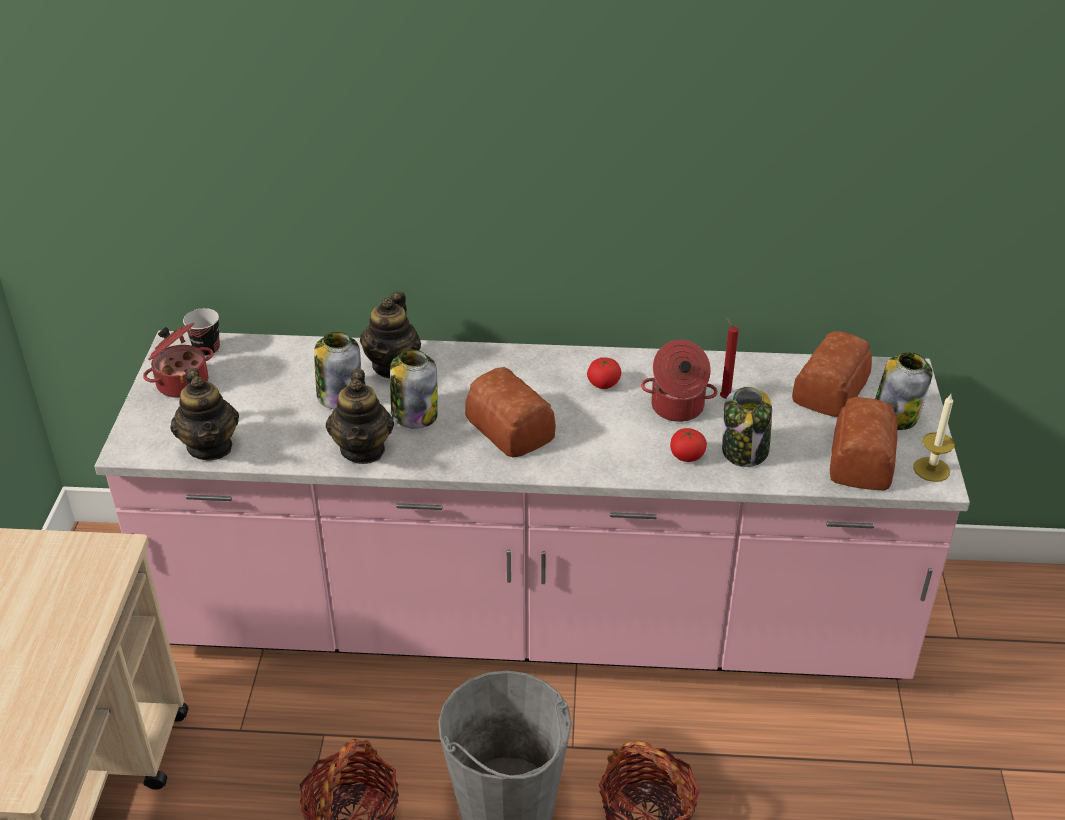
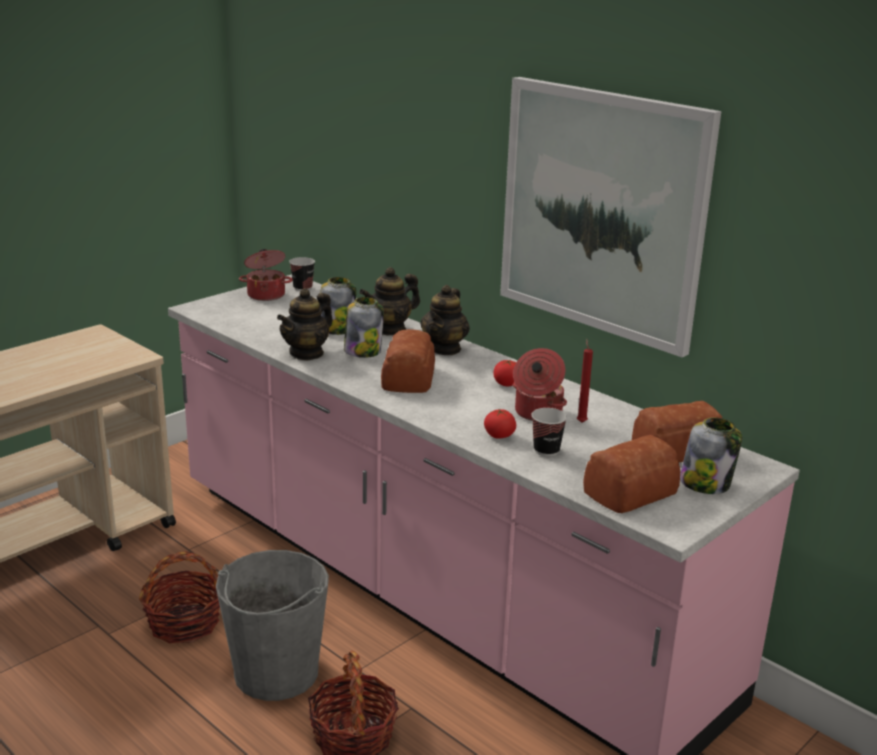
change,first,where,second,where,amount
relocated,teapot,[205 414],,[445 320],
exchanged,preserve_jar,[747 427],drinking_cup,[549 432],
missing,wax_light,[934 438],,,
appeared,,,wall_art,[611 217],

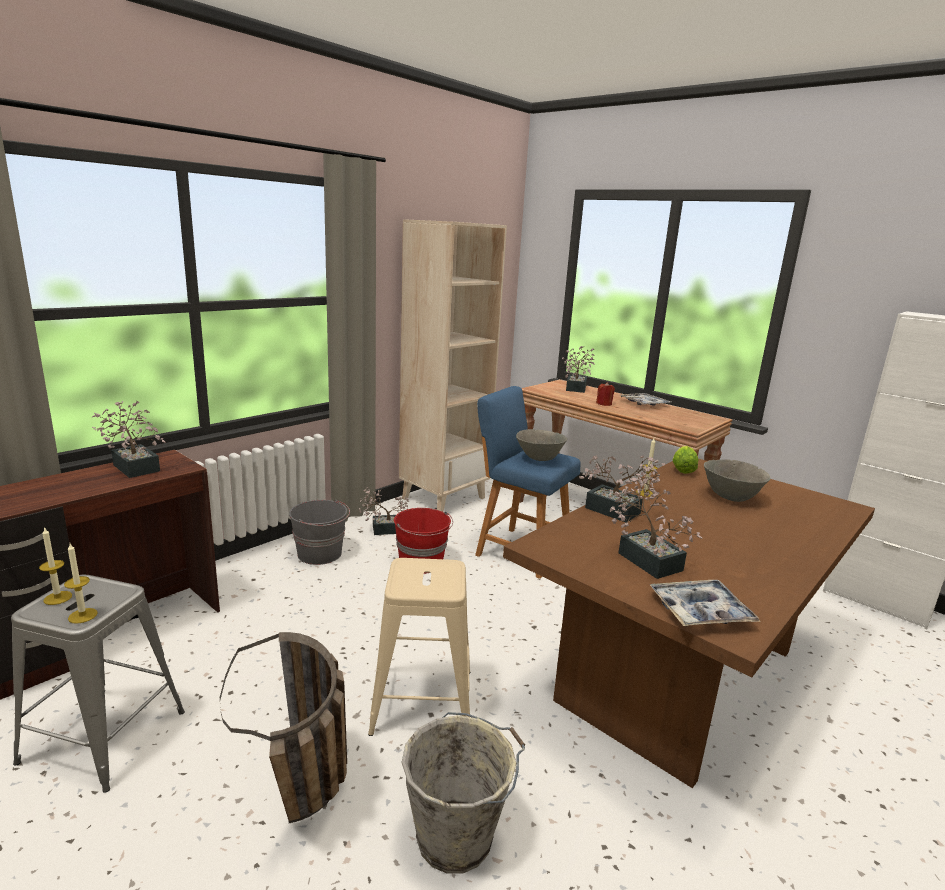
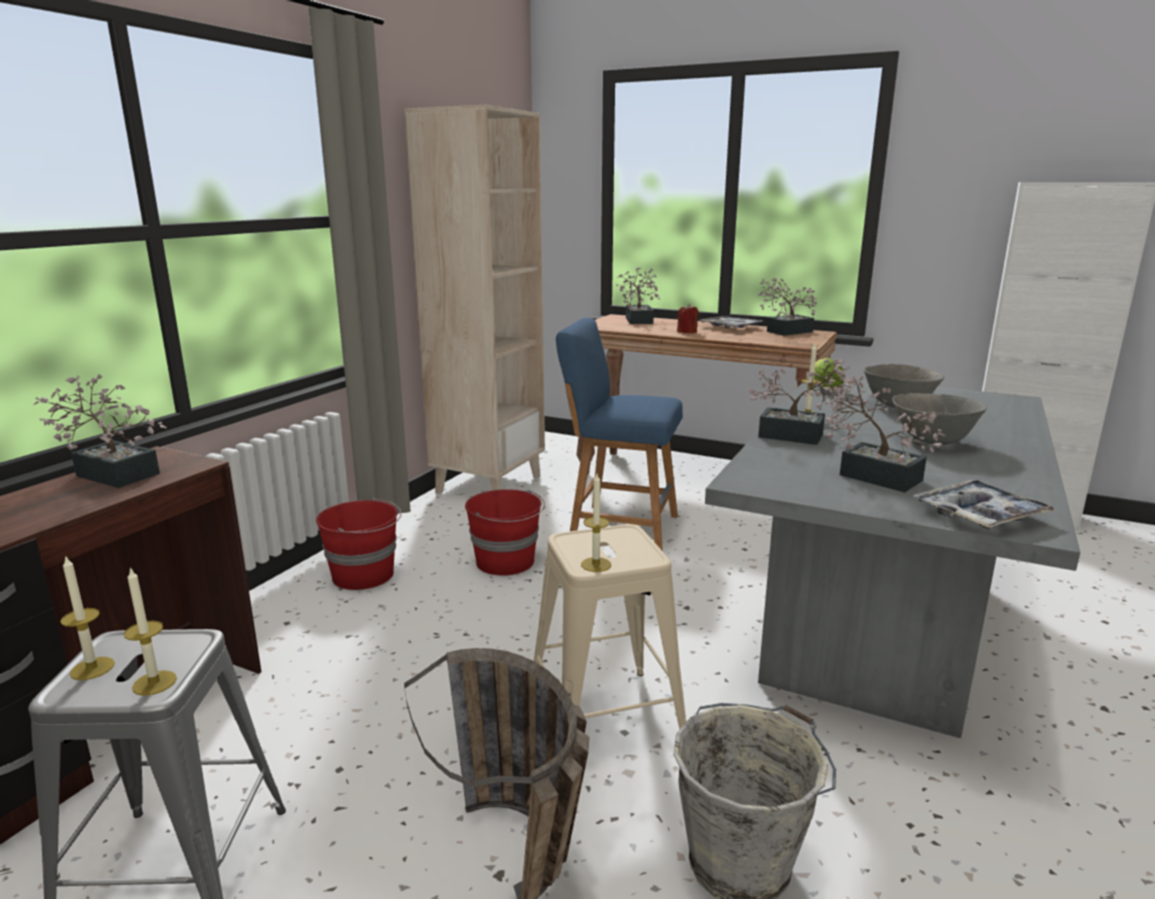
change,first,where,second,where,amount
colour,grey_water_bucket,[319 532],red-coloured_water_bucket,[359 544],
relocated,potted_plant,[384 511],,[787 306],
colour,brown_kitchen_table,[689 623],grey_kitchen_table,[892 557],
relocated,grey_serving_bowl,[541 445],,[939 419],
appeared,,,wax_light,[596 523],

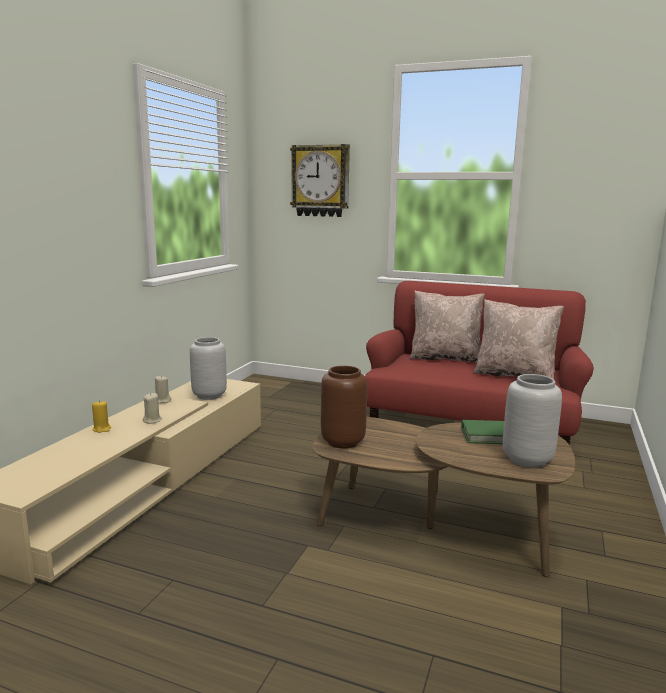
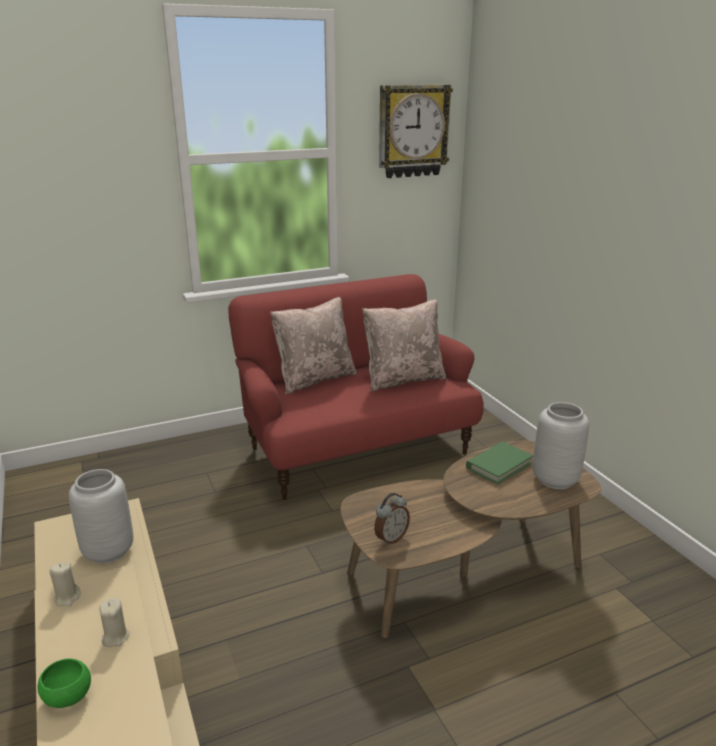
change,first,where,second,where,amount
exchanged,yellow-coloured_wax_light,[101 416],green-coloured_serving_bowl,[64 683],
relocated,hanging_clock,[320 180],,[416 131],
exchanged,brown_vase,[344 407],table_clock,[392 519],

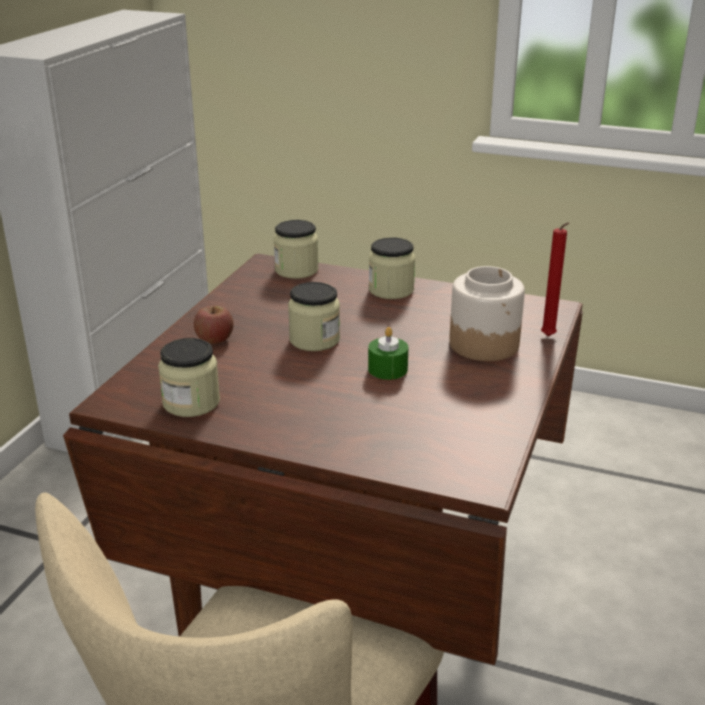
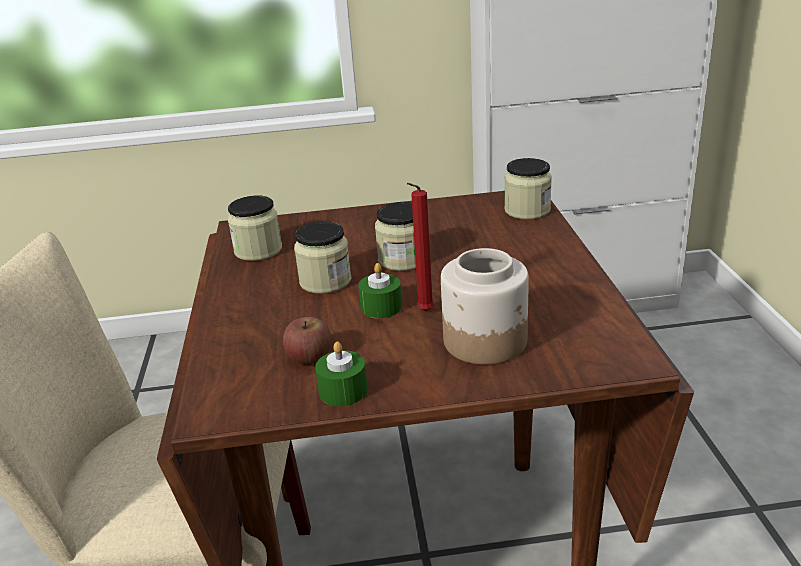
change,first,where,second,where,amount
relocated,apple,[214 325],,[307 340],
relocated,preserve_jar,[392 268],,[322 258],
relocated,red-coloured_wax_light,[555 279],,[420 247],
appeared,,,green-coloured_wax_light,[341 373],

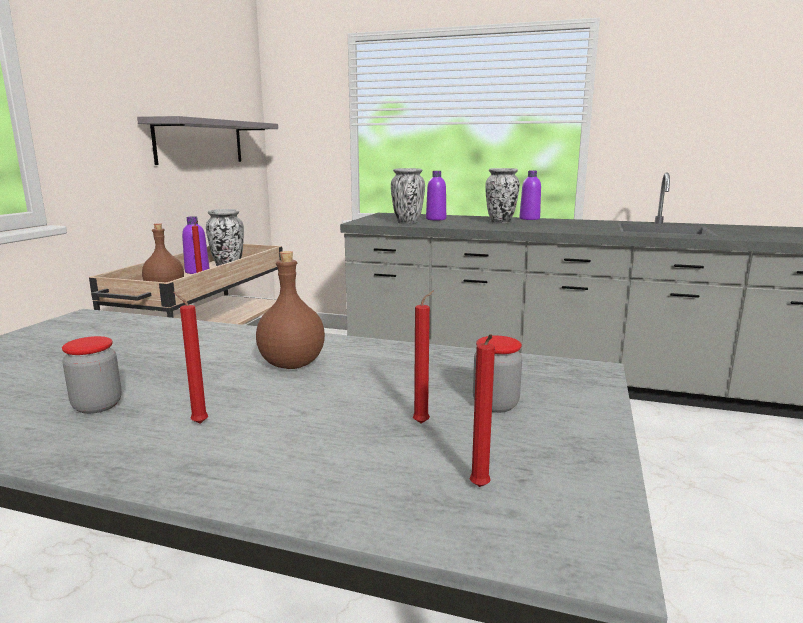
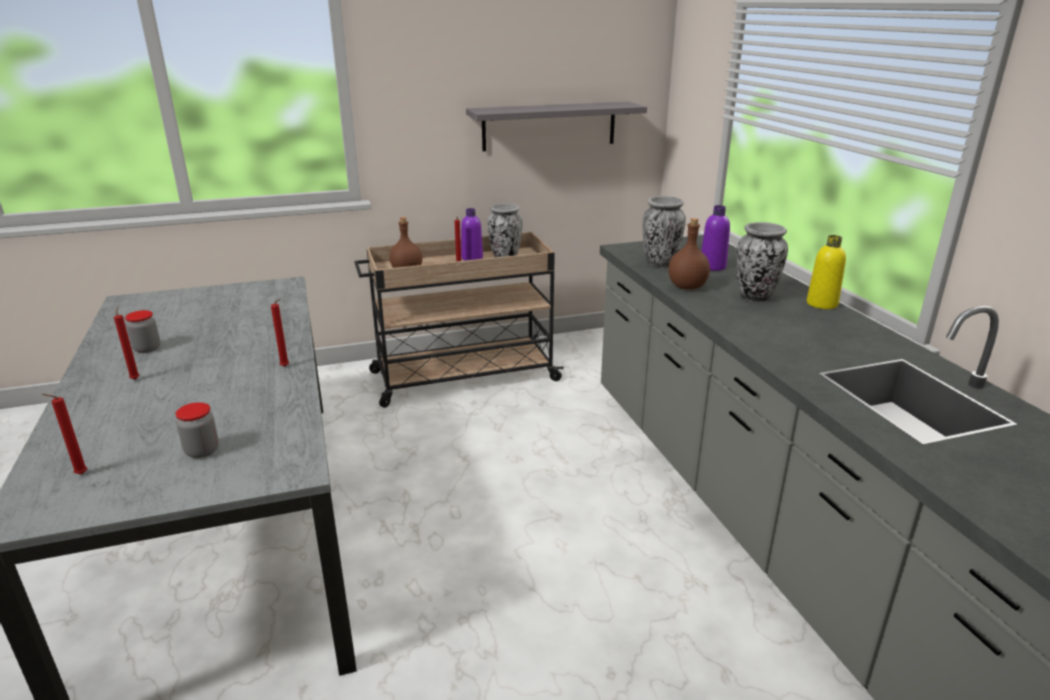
change,first,where,second,where,amount
relocated,brown_bottle,[290 310],,[689 254],
relocated,red-coloured_wax_light,[423 357],,[280 333],
colour,purple-coloured_bottle,[530 195],yellow-coloured_bottle,[826 272],

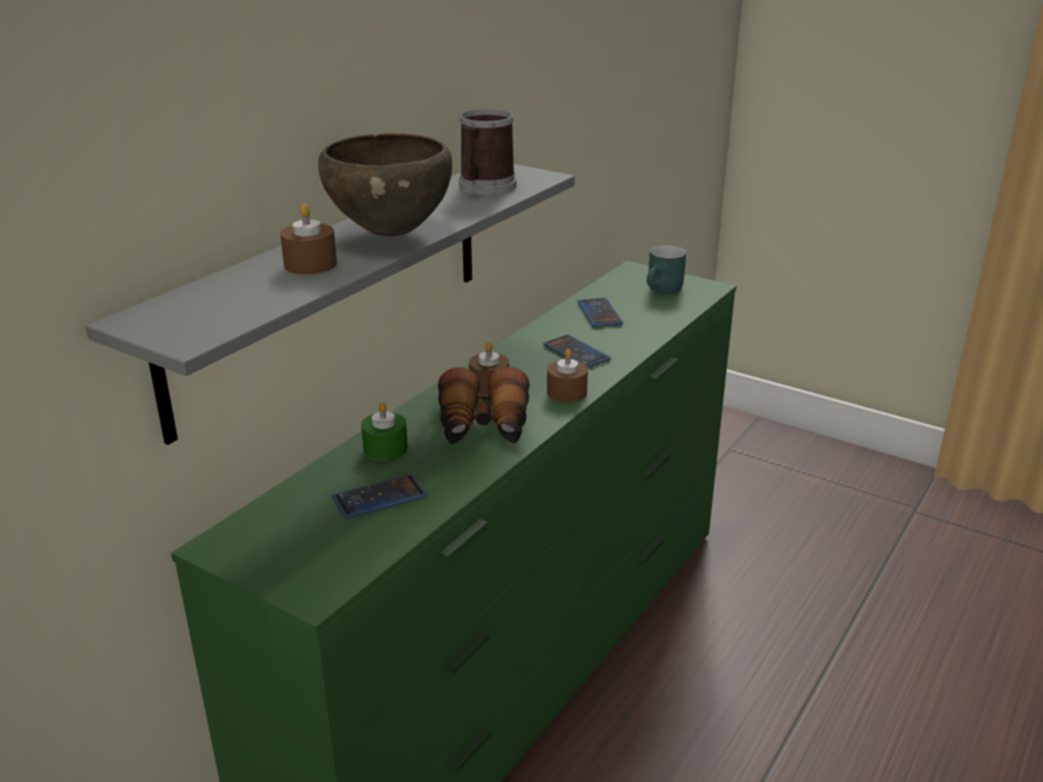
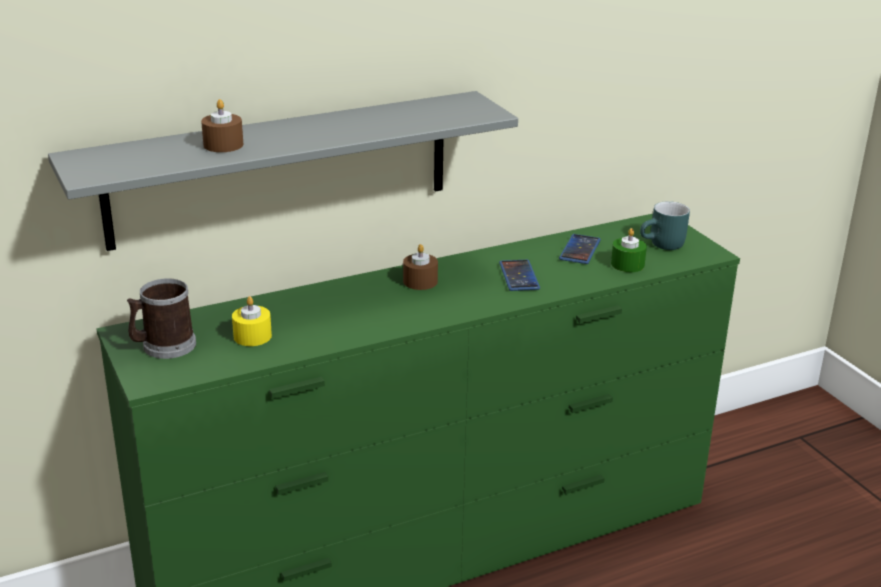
change,first,where,second,where,amount
missing,brown_serving_bowl,[385 185],,,
exchanged,phone,[379 496],yellow-coloured_wax_light,[252 321],
relocated,green-coloured_wax_light,[384 431],,[629 250],
missing,field_glasses,[484 405],,,
relocated,tea_mug,[487 152],,[161 318],
missing,brown_wax_light,[567 376],,,

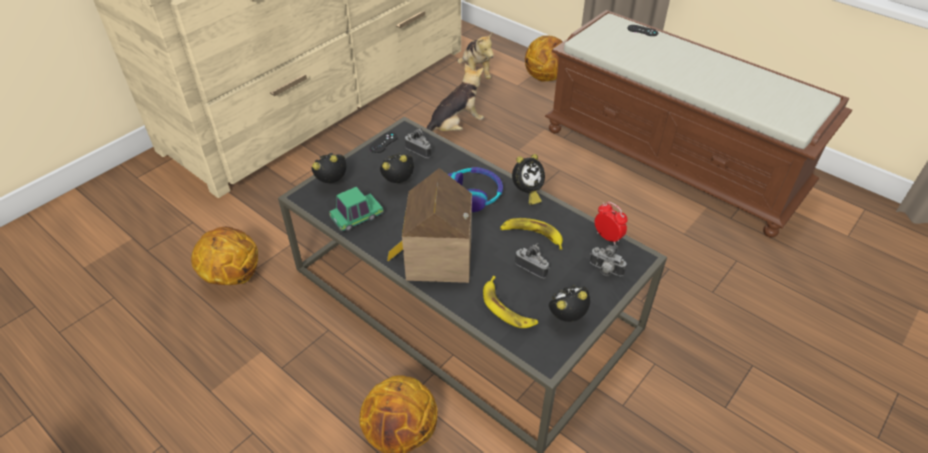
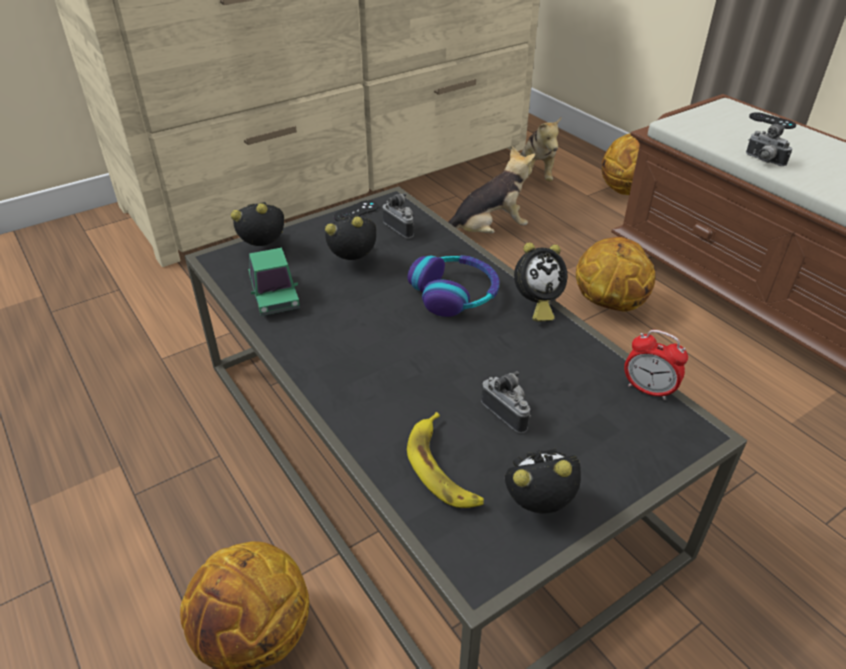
change,first,where,second,where,amount
relocated,basketball,[224 256],,[615 274],
spun,toy_car,[356 209],,[274 282],90 degrees clockwise
missing,miniature_house,[429 225],,,
missing,banana_fruit,[531 234],,,
relocated,still_camera,[608 260],,[769 145],
spun,table_clock,[611 223],,[656 365],150 degrees clockwise

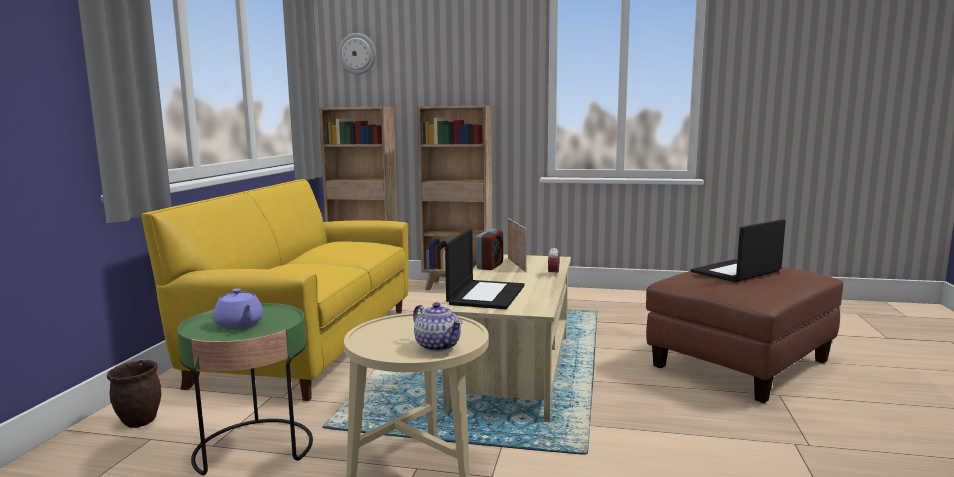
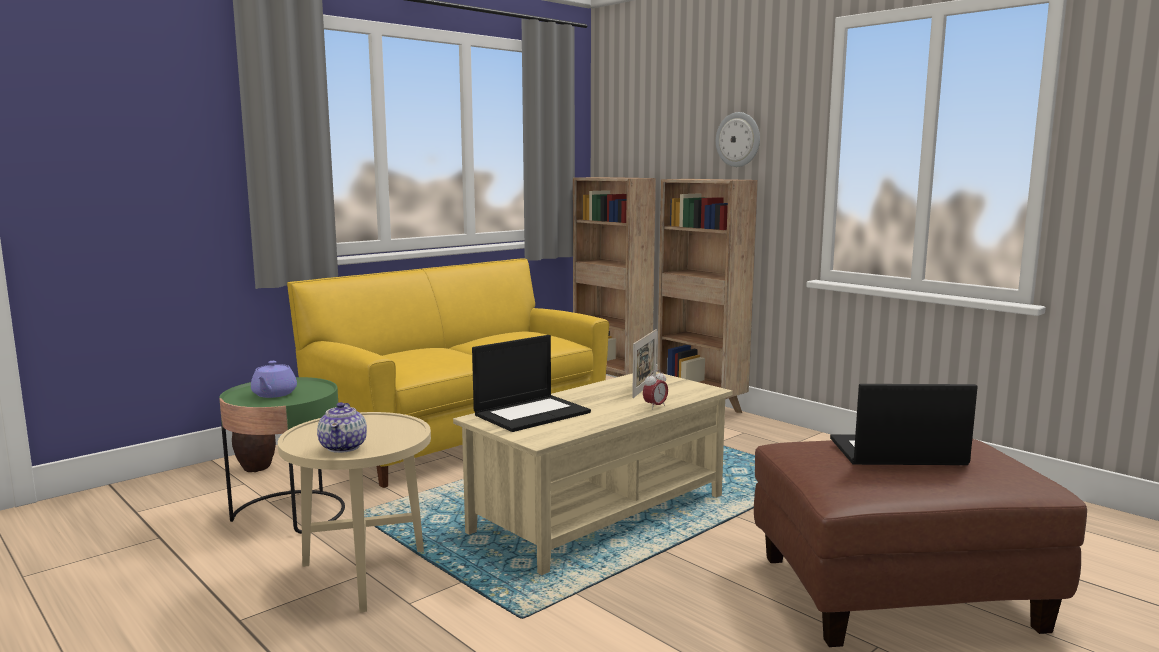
change,first,where,second,where,amount
relocated,hanging_clock,[357 54],,[738 139],
missing,table_clock,[489 249],,,

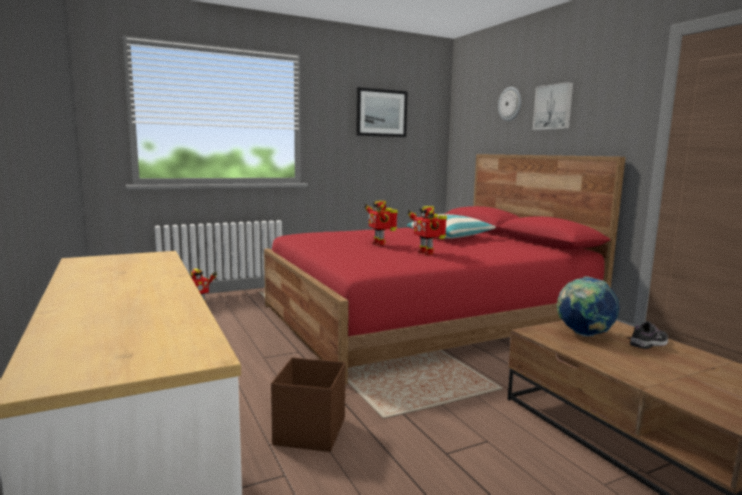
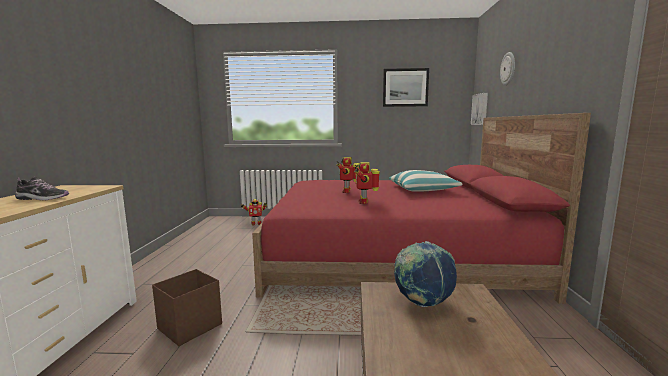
change,first,where,second,where,amount
relocated,wall_art,[553 106],,[479 109],
relocated,low_shoe,[649 335],,[42 188],

